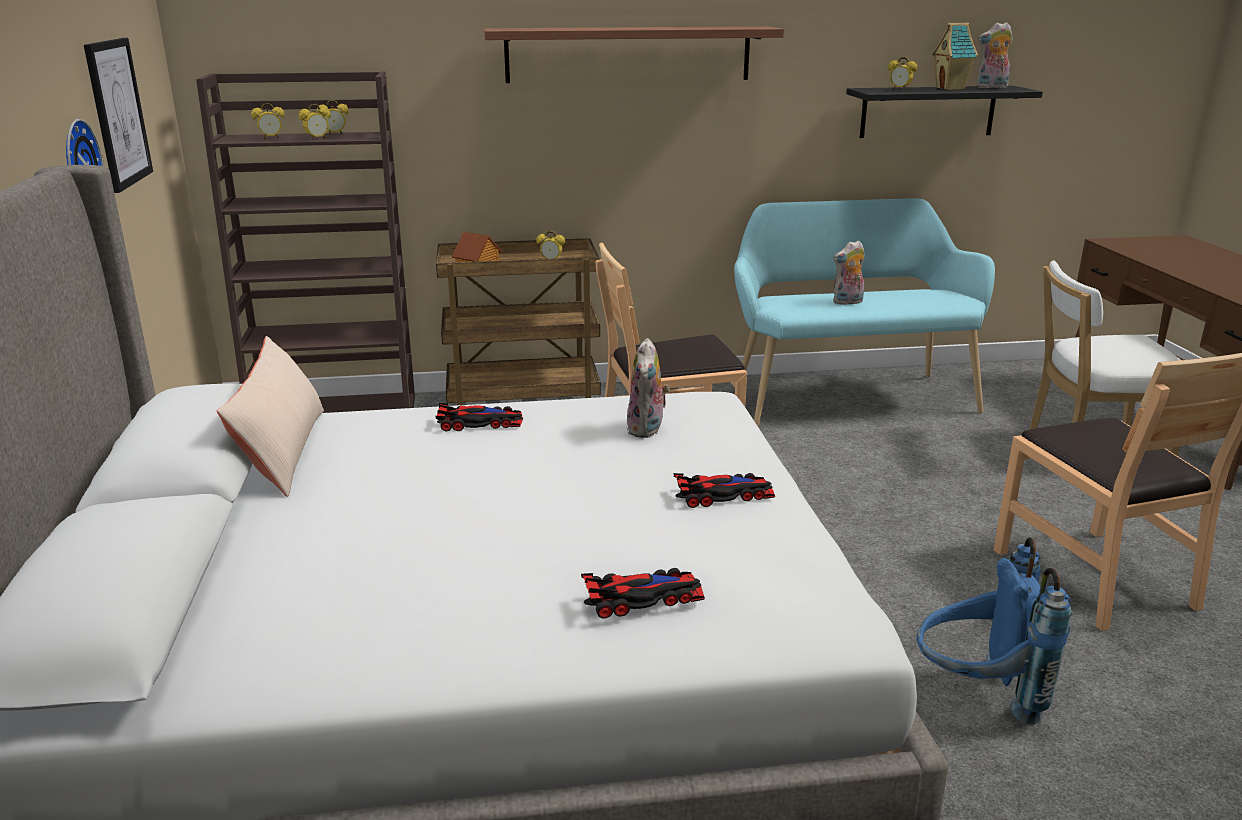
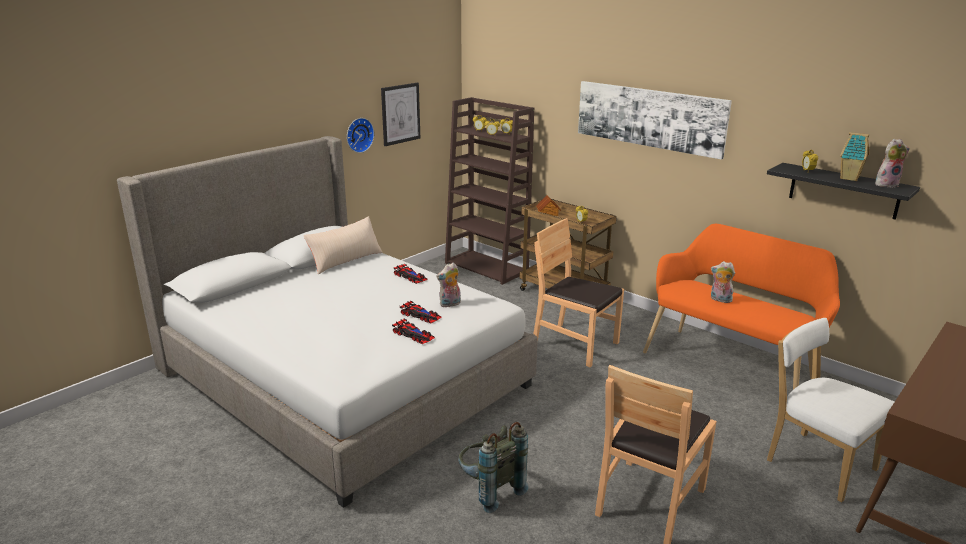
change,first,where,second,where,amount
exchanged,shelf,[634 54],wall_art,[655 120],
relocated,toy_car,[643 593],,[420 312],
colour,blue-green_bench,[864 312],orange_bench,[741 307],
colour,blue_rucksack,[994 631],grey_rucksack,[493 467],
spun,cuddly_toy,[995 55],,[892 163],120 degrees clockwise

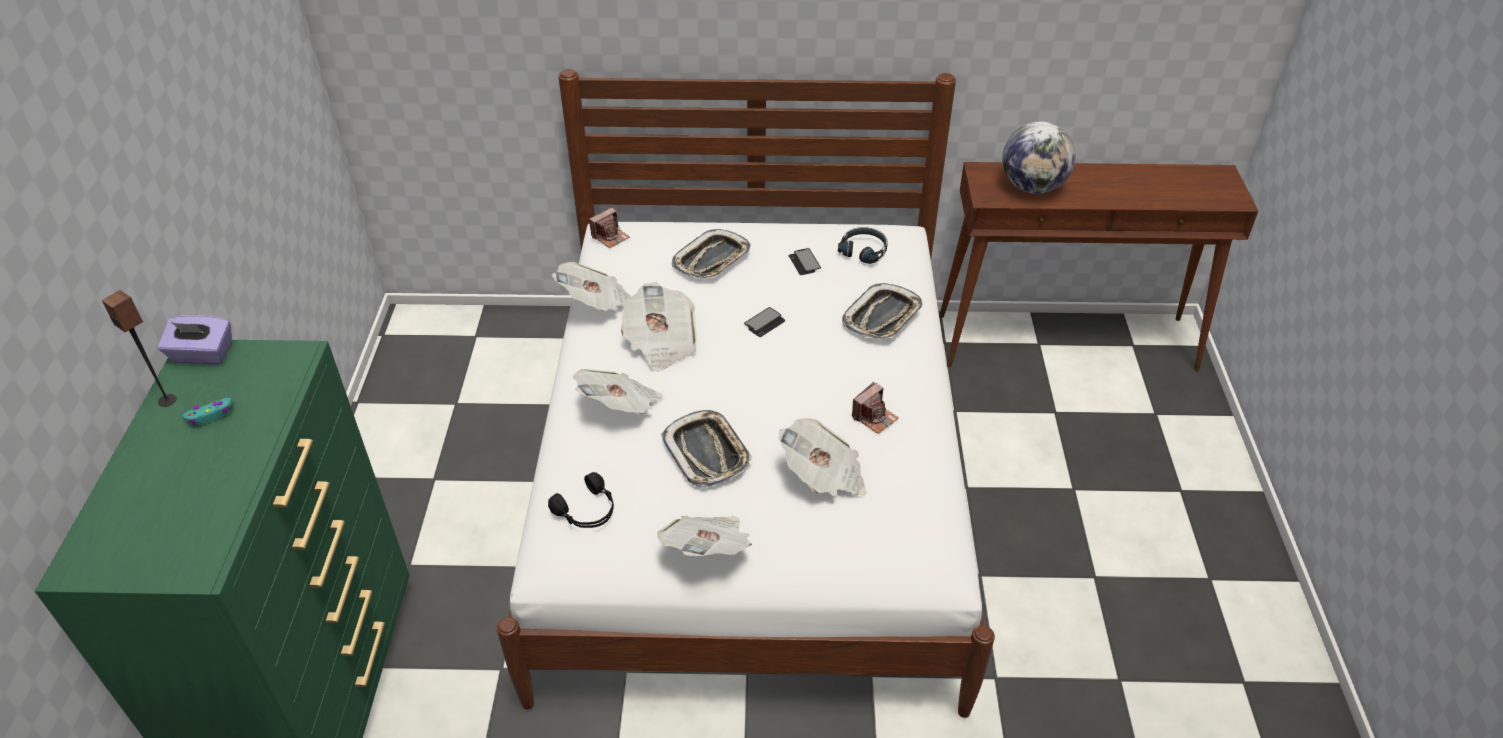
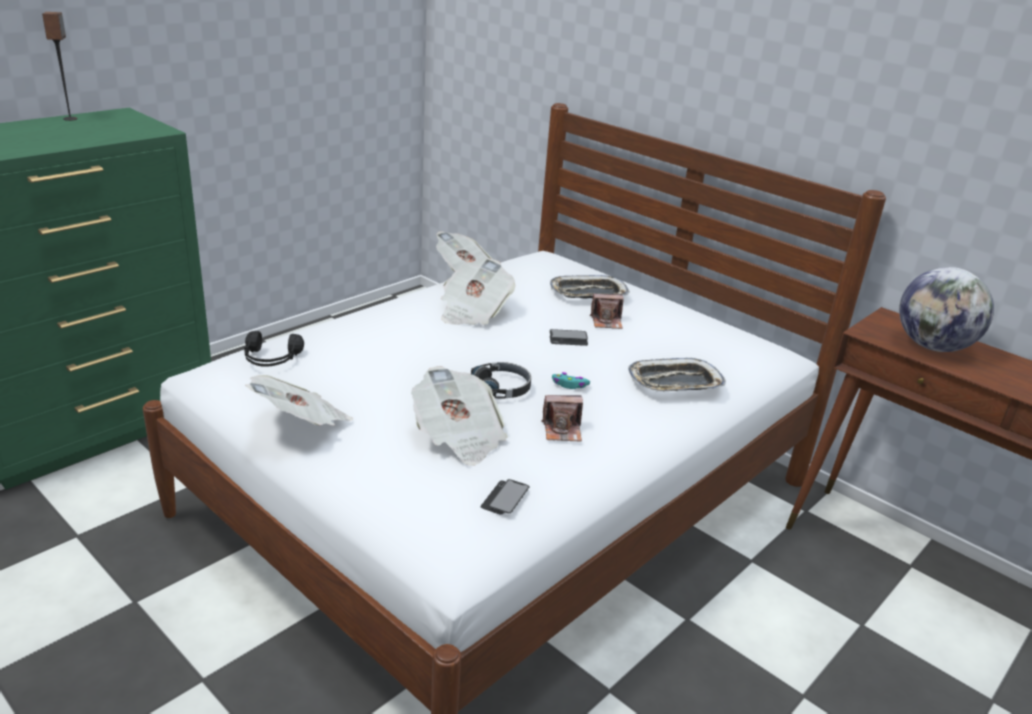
change,first,where,second,where,amount
missing,purple-coloured_tissue_holder,[195 340],,,
relocated,blue-green_gamepad,[207 411],,[571 380],
missing,printed_paper,[618 391],,,
relocated,still_camera,[609 227],,[607 311],
missing,serving_tray,[707 449],,,
relocated,phone,[805 261],,[505 497],
relocated,black_headset,[863 245],,[501 380],

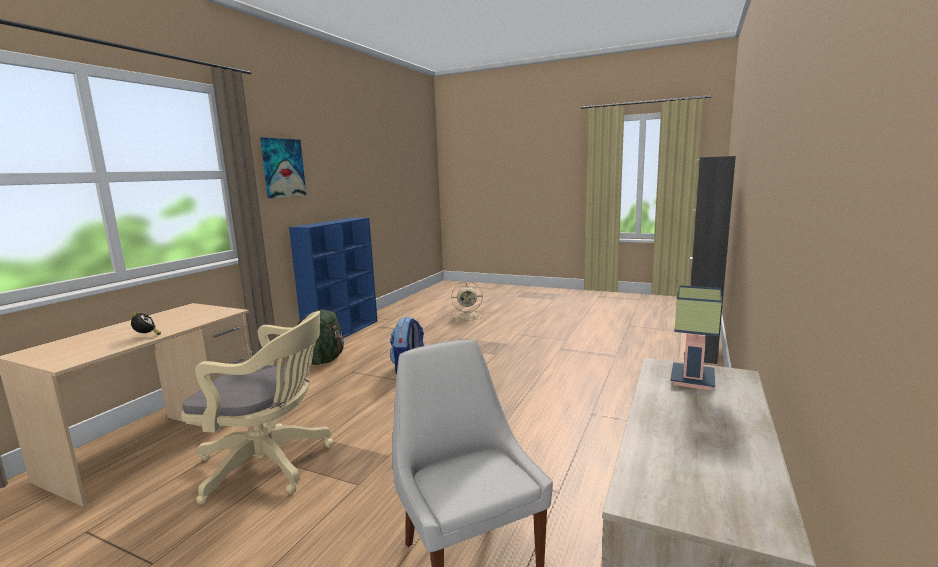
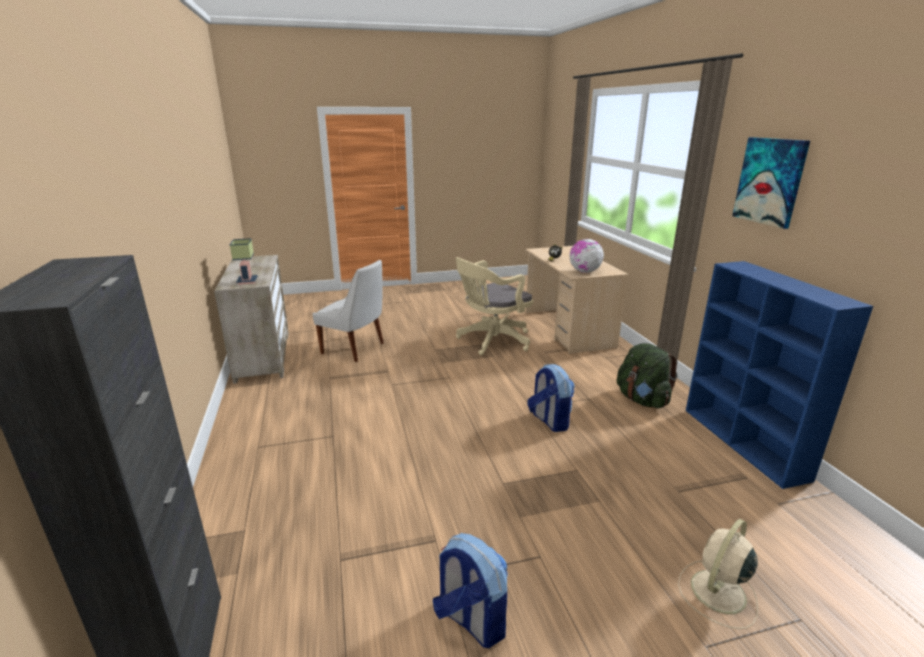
change,first,where,second,where,amount
appeared,,,rucksack,[470 590],
appeared,,,desk_globe,[586 256],

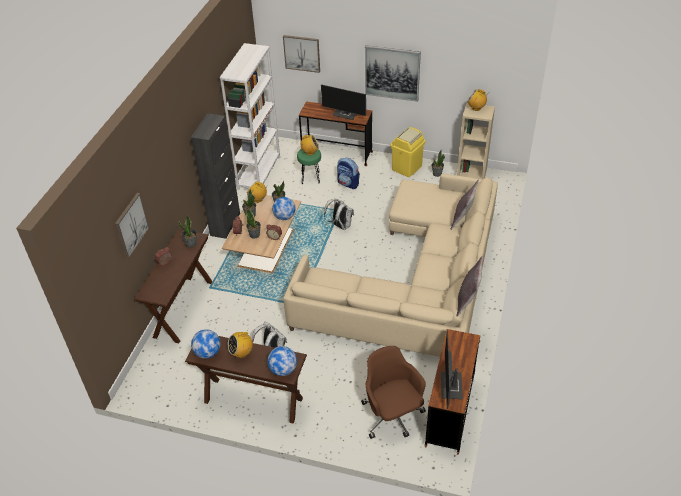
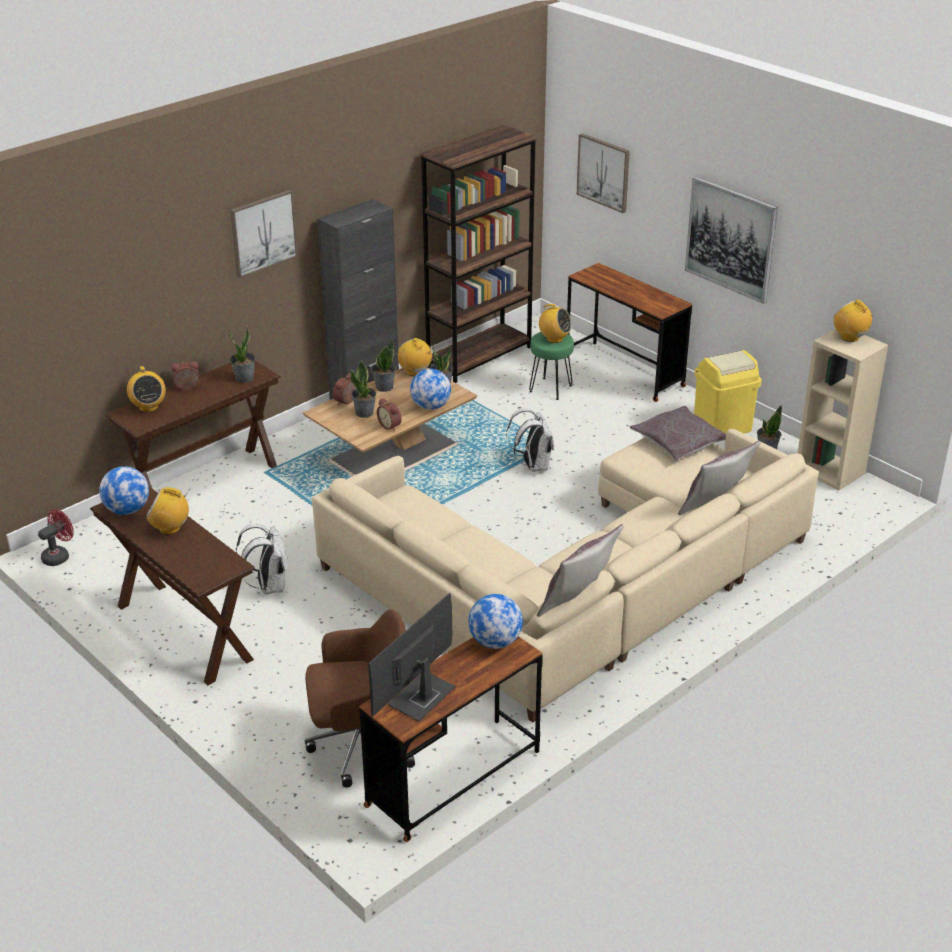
change,first,where,second,where,amount
relocated,wall_art,[132 226],,[264 234],
colour,white_bookshelf,[250 116],brown_bookshelf,[478 253],
relocated,desk_globe,[282 361],,[495 621],
missing,computer_display,[343 102],,,
missing,rucksack,[348 173],,,
spun,brown_office_chair,[393 392],,[360 698],75 degrees clockwise
appeared,,,red-coloured_cooling_fan,[56 537],
appeared,,,radio_receiver,[146 389],
appeared,,,grey_throw_pillow,[678 433],

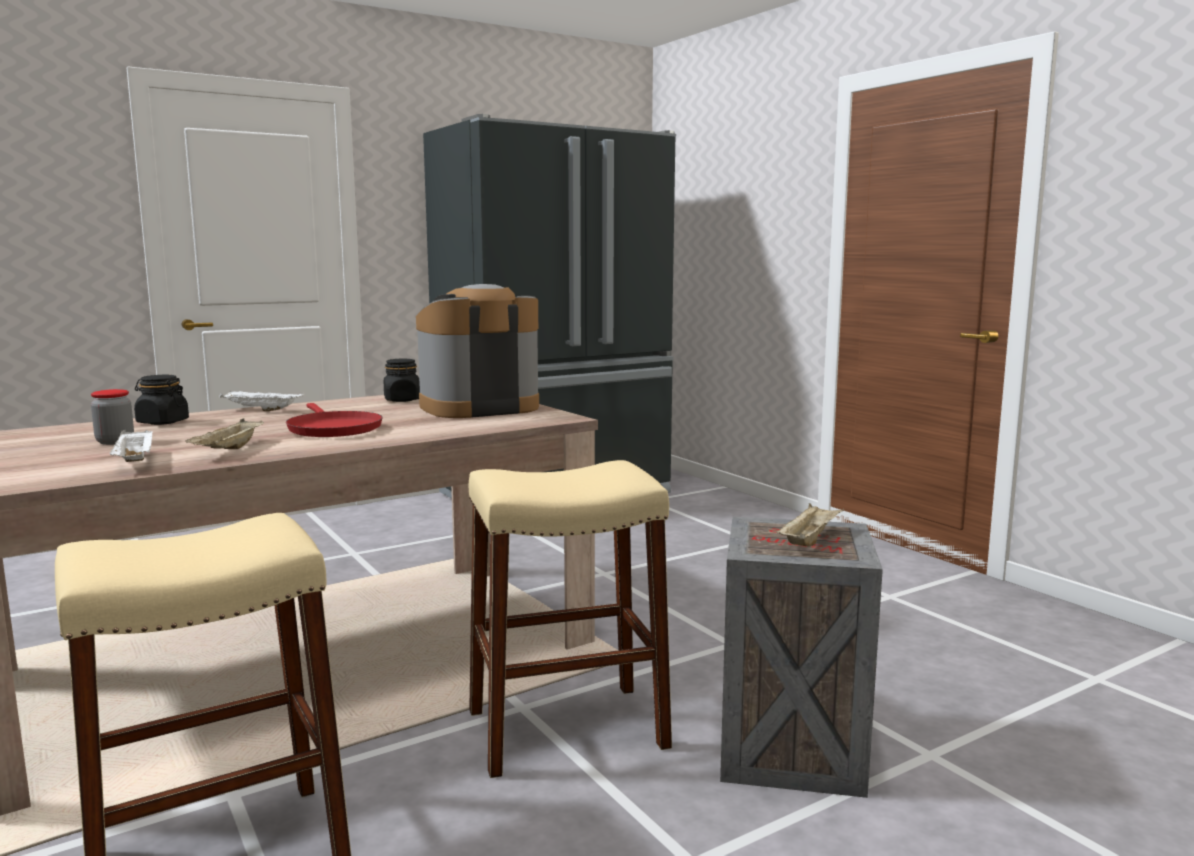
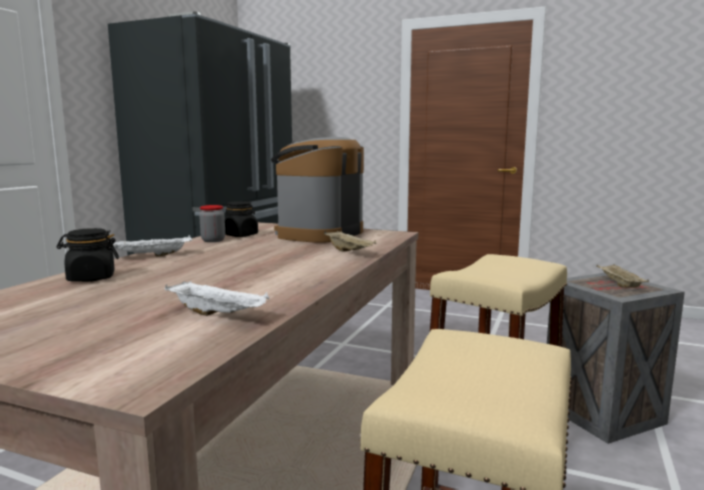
change,first,where,second,where,amount
relocated,preserve_jar,[112 417],,[212 223],
relocated,beige-coloured_serving_tray,[224 433],,[350 241],
missing,red-coloured_frying_pan,[334 420],,,

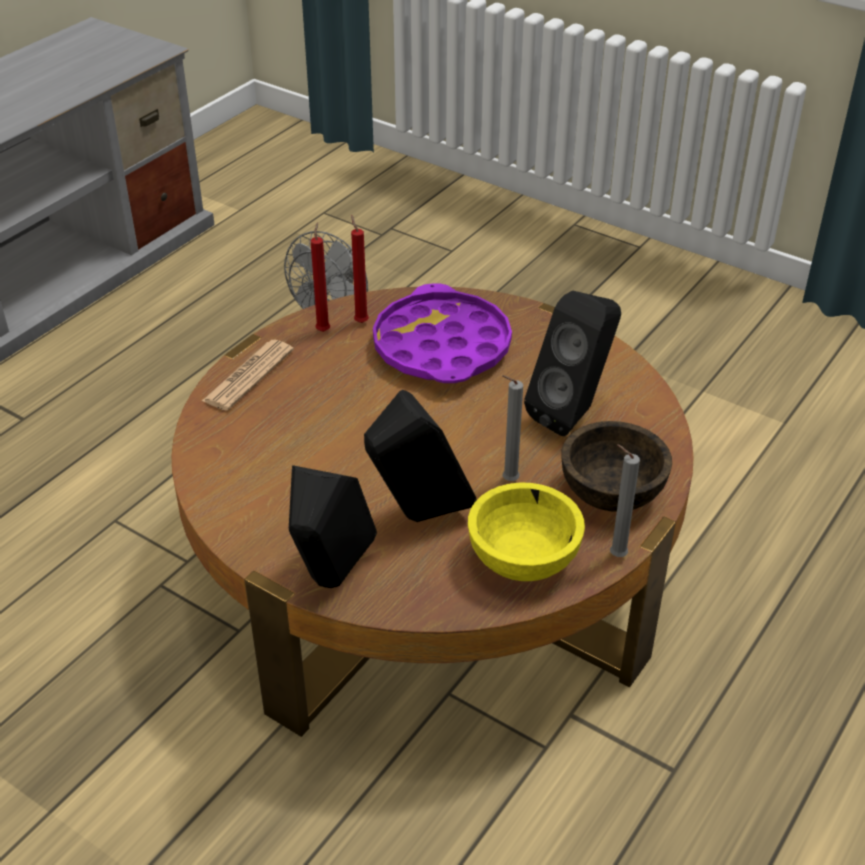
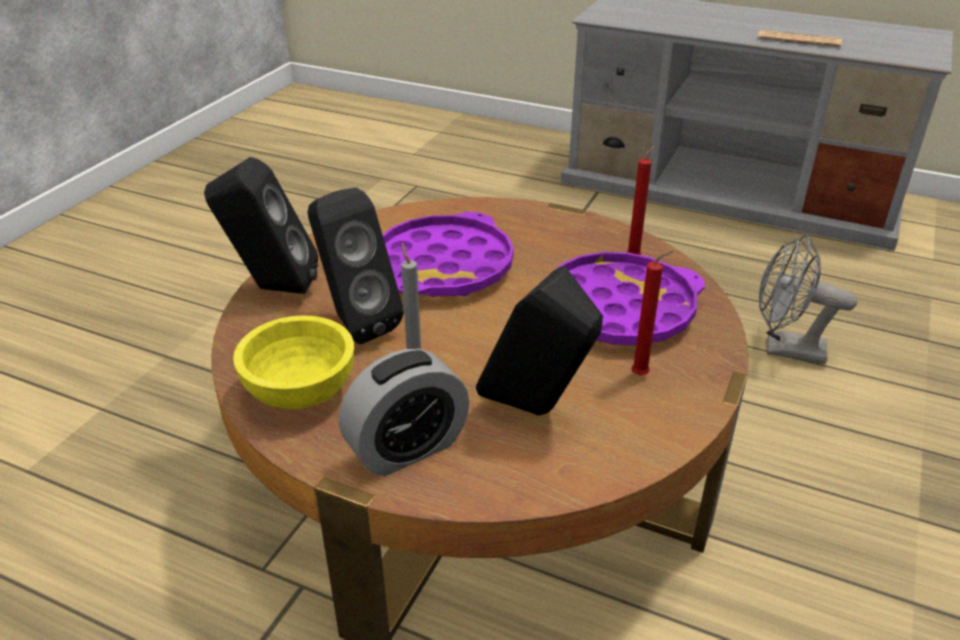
change,first,where,second,where,amount
relocated,printed_paper,[248 375],,[800 38],
relocated,red-coloured_wax_light,[320 277],,[652 313],
exchanged,brown_serving_bowl,[617 466],table_clock,[404 412],
missing,grey_wax_light,[625 500],,,
appeared,,,purple-coloured_serving_tray,[448 254],

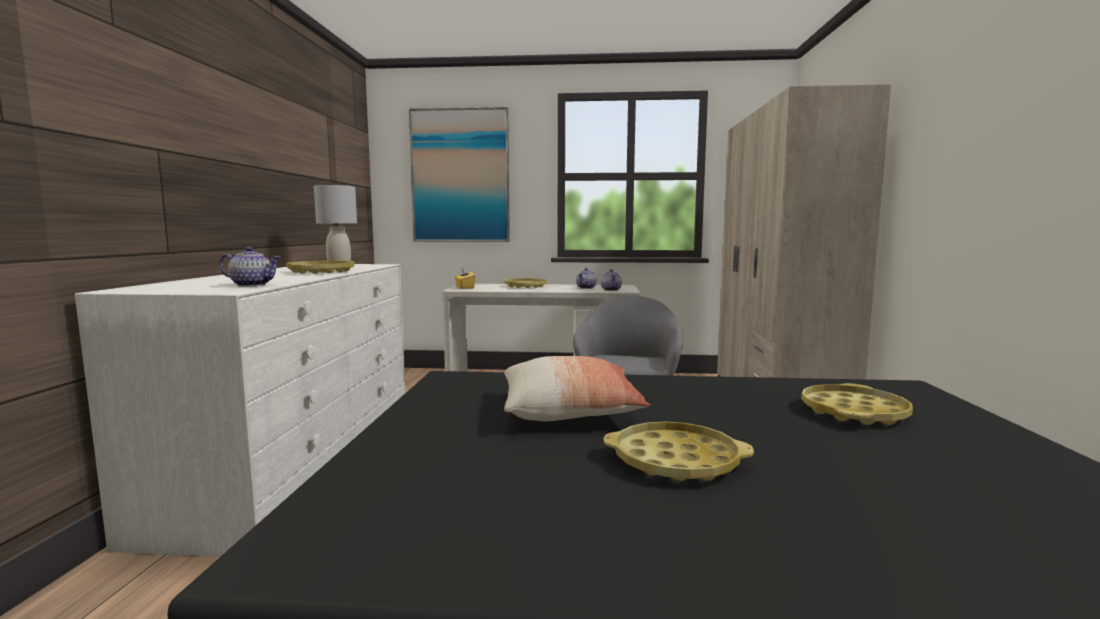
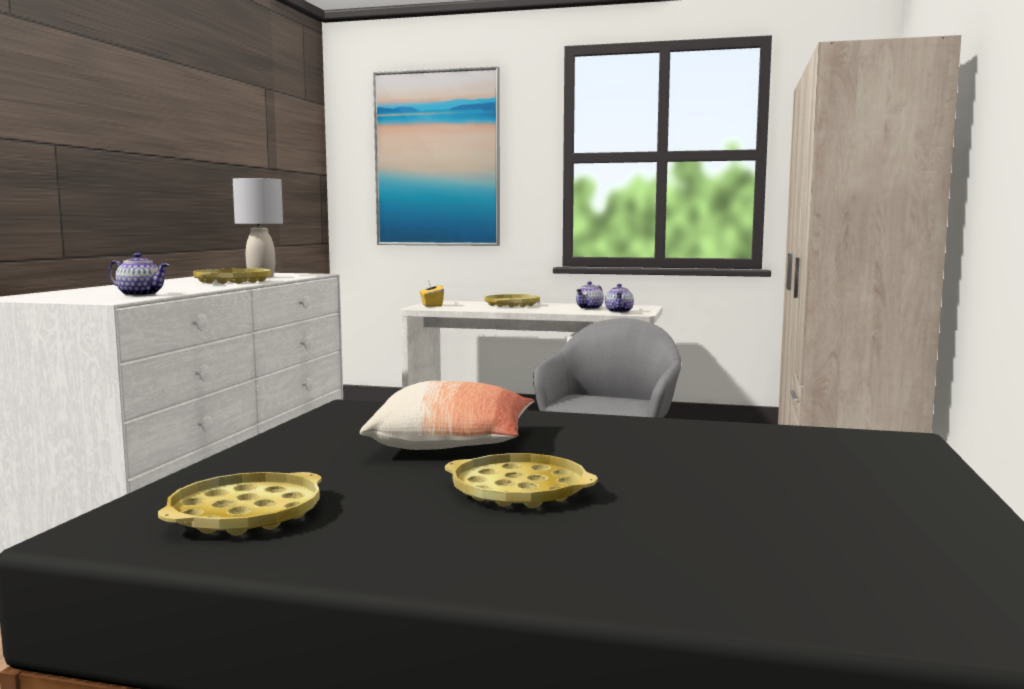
change,first,where,second,where,amount
relocated,yellow-coloured_serving_tray,[857 404],,[240 504],

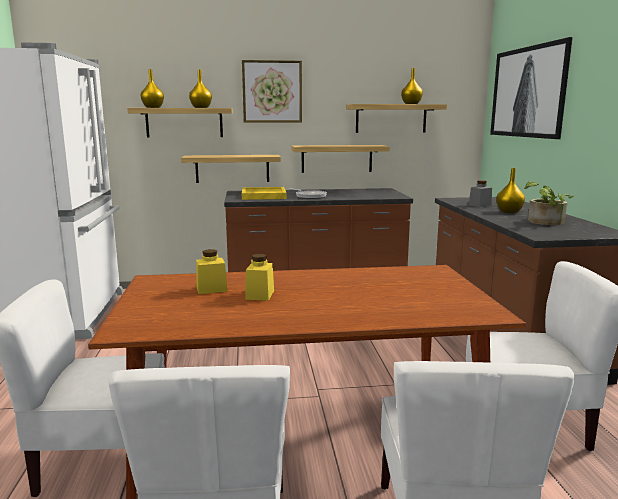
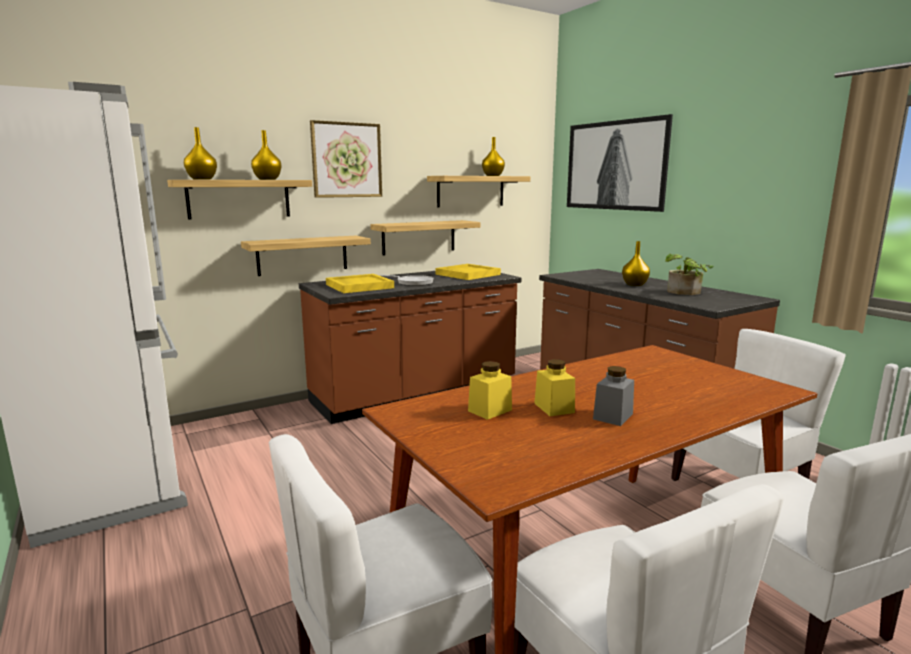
change,first,where,second,where,amount
relocated,grey_preserve_jar,[480 193],,[613 396],
appeared,,,yellow-coloured_serving_tray,[468 272],

